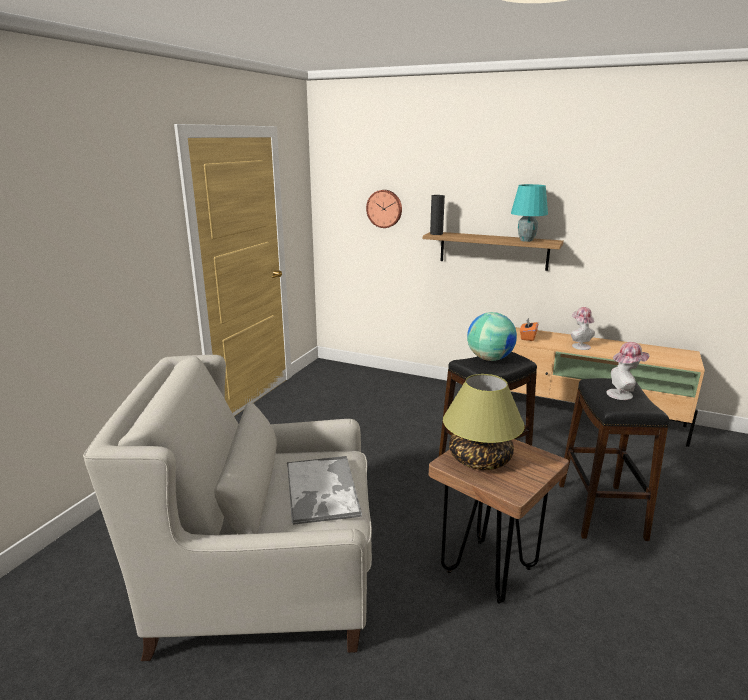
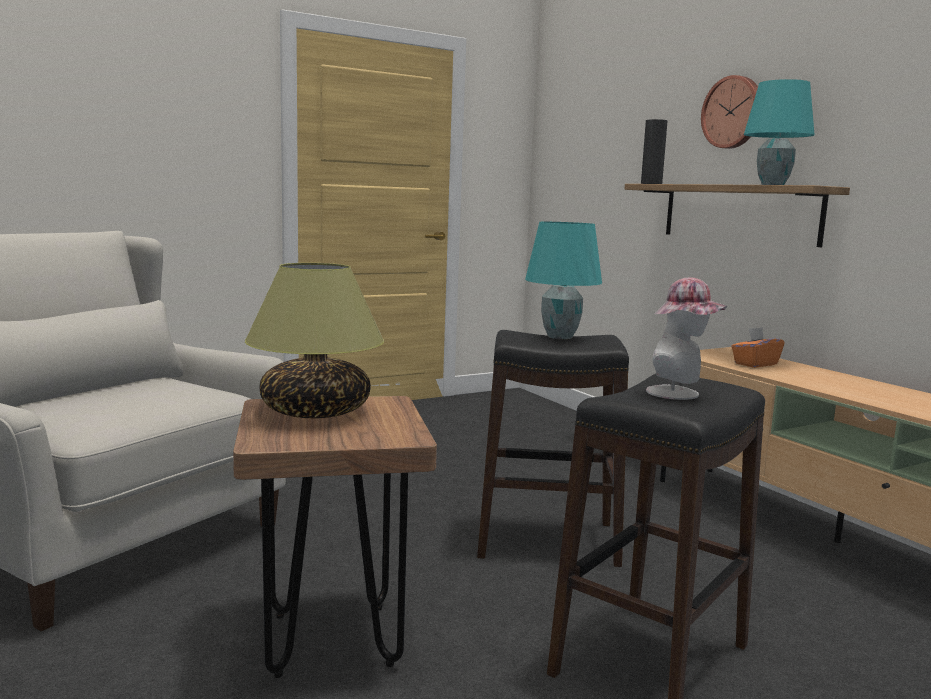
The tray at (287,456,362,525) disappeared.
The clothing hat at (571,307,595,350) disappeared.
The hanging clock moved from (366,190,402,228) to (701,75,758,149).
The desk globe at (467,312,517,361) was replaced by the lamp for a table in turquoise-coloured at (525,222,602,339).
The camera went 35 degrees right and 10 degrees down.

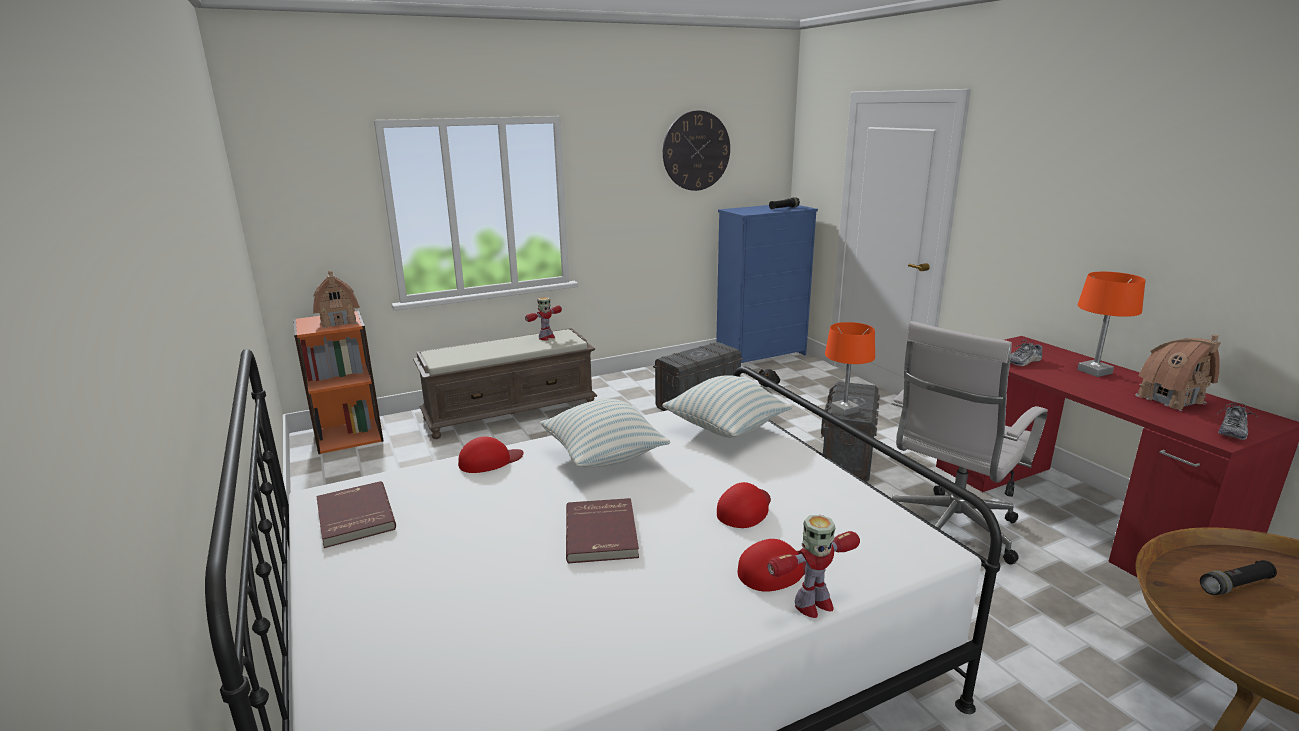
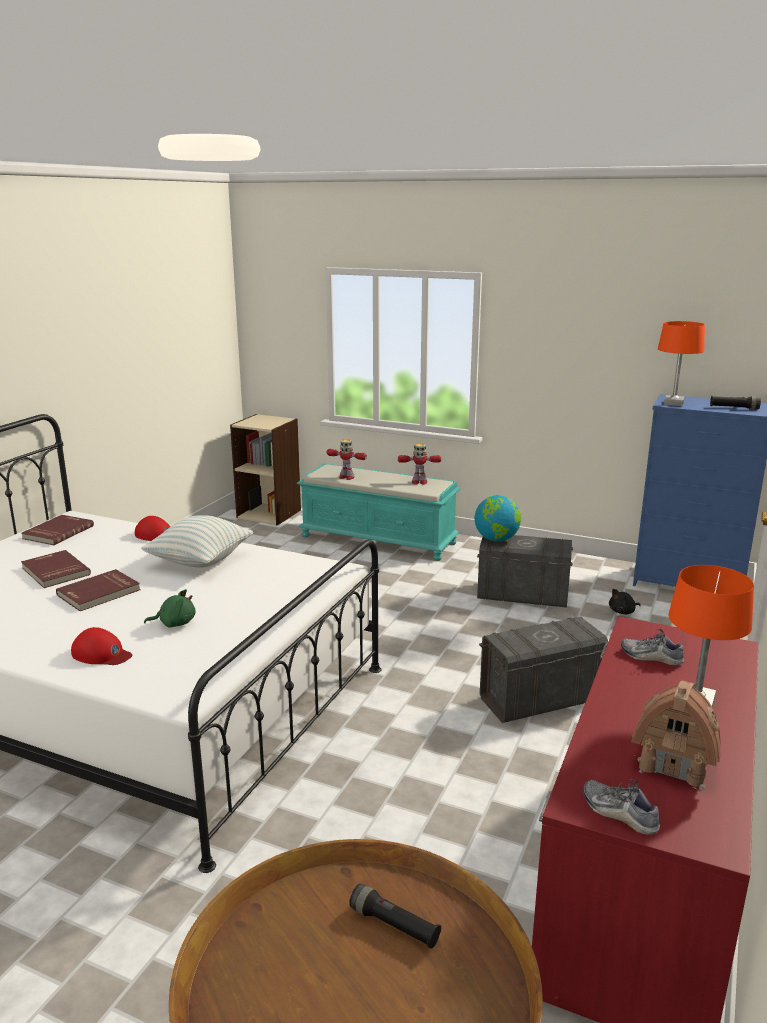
The model house at (313,271,360,329) disappeared.
The pillow at (662,375,793,438) disappeared.
The hanging clock at (663,111,730,191) disappeared.
The computer chair in whitish at (892,321,1048,564) disappeared.
The bound book in red-coloured at (21,550,91,588) appeared.
The desk globe at (475,495,521,541) appeared.
The robot figure moved from (767,515,860,618) to (327,439,367,480).
The lamp for a table in orange moved from (825,322,875,416) to (658,321,705,406).
The peaked cap in red-coloured at (717,482,771,528) was replaced by the plush toy in green at (144,589,195,628).
The bookcase in orange at (293,311,383,454) became the bookcase in sand-coloured at (230,414,301,526).
The bench in brown-coloured at (413,328,597,439) became the bench in turquoise-coloured at (297,463,461,561).
The item of footwear at (1217,403,1258,440) turned 45 degrees clockwise.
The camera went 50 degrees right and 0 degrees up.

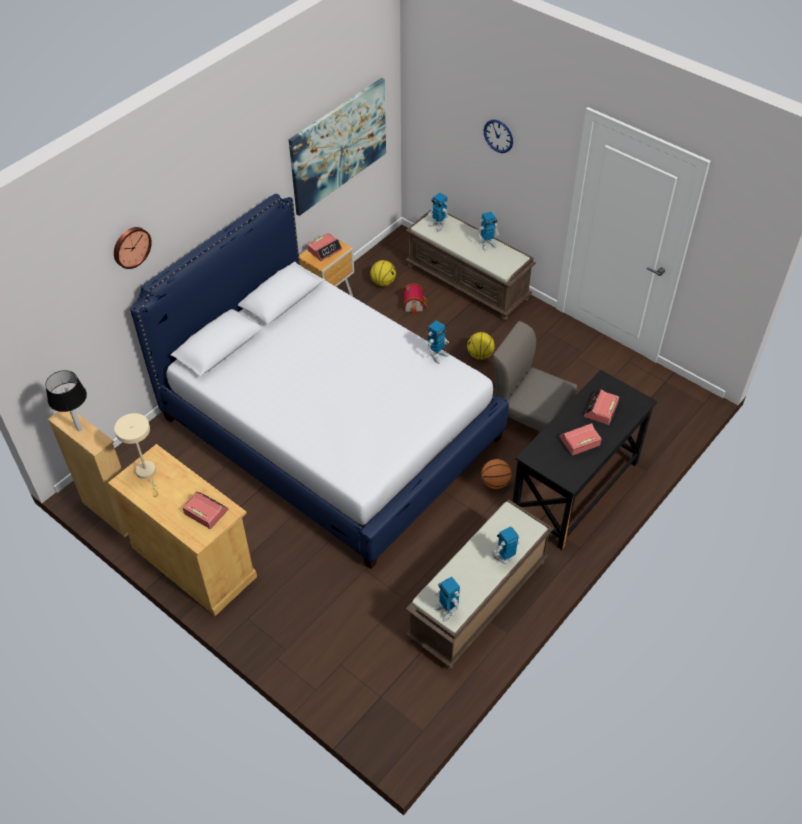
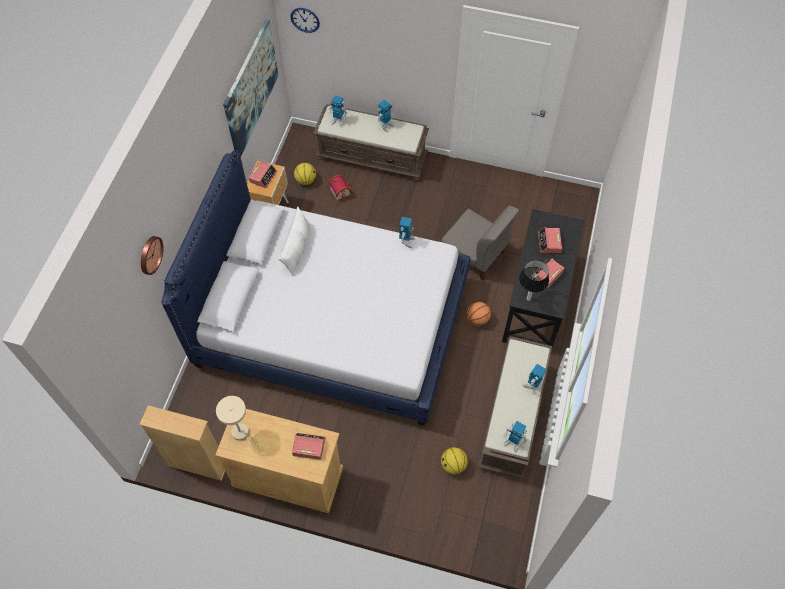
The pillow in whitish at (278,207,310,276) appeared.
The lamp for a table moved from (45,370,87,431) to (519,260,549,301).
The basketball moved from (467,332,495,360) to (441,447,468,475).
The hanging clock moved from (484,120,513,153) to (290,8,320,33).
The upright chair in gray at (493,321,577,432) turned 150 degrees counterclockwise.
The camera went 25 degrees left and 10 degrees up.

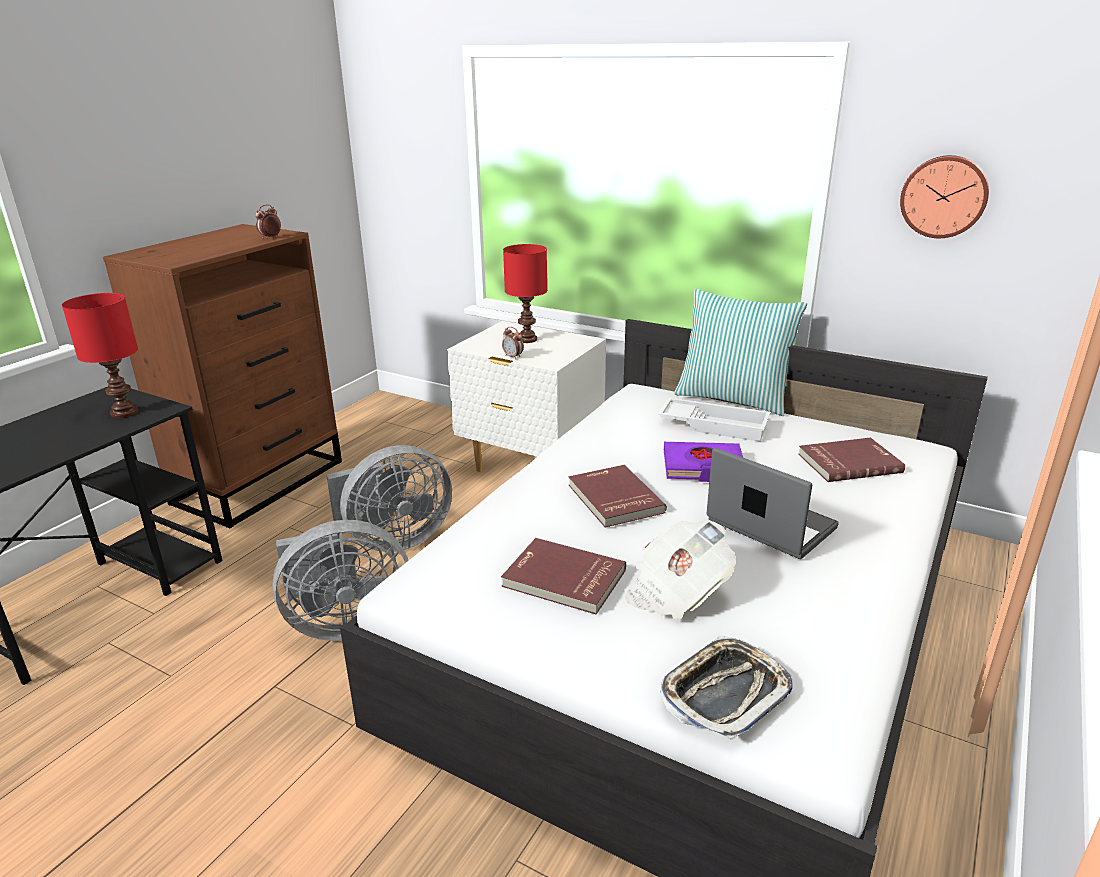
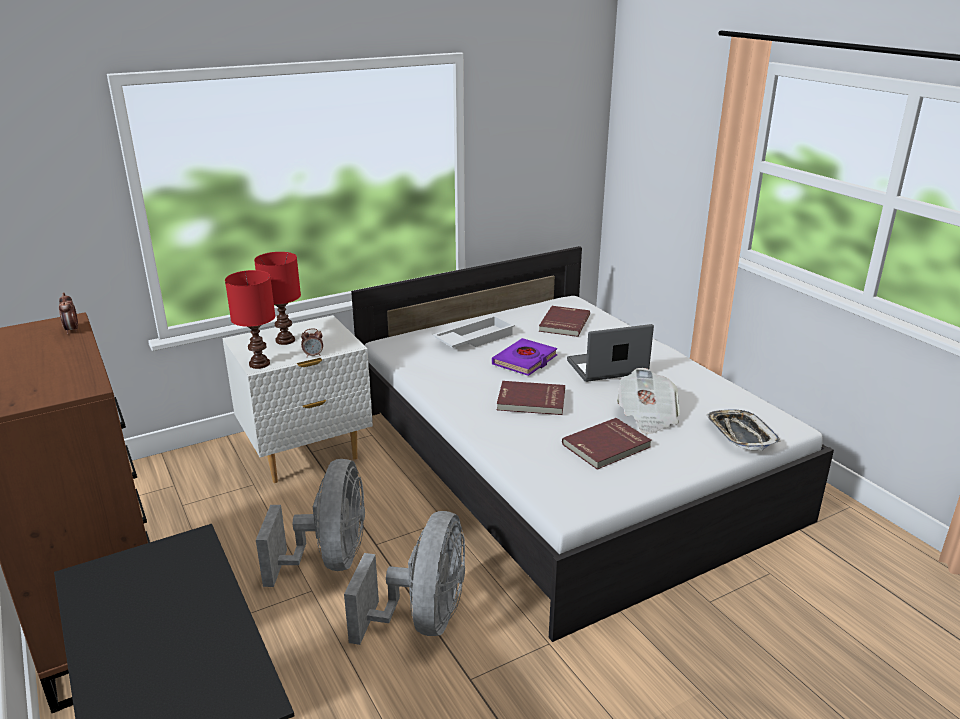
The pillow at (674,289,807,416) disappeared.
The hanging clock at (900,155,989,238) disappeared.
The lamp for a table in red-coloured moved from (62,293,138,418) to (225,270,275,369).
The camera went 60 degrees left and 0 degrees up.

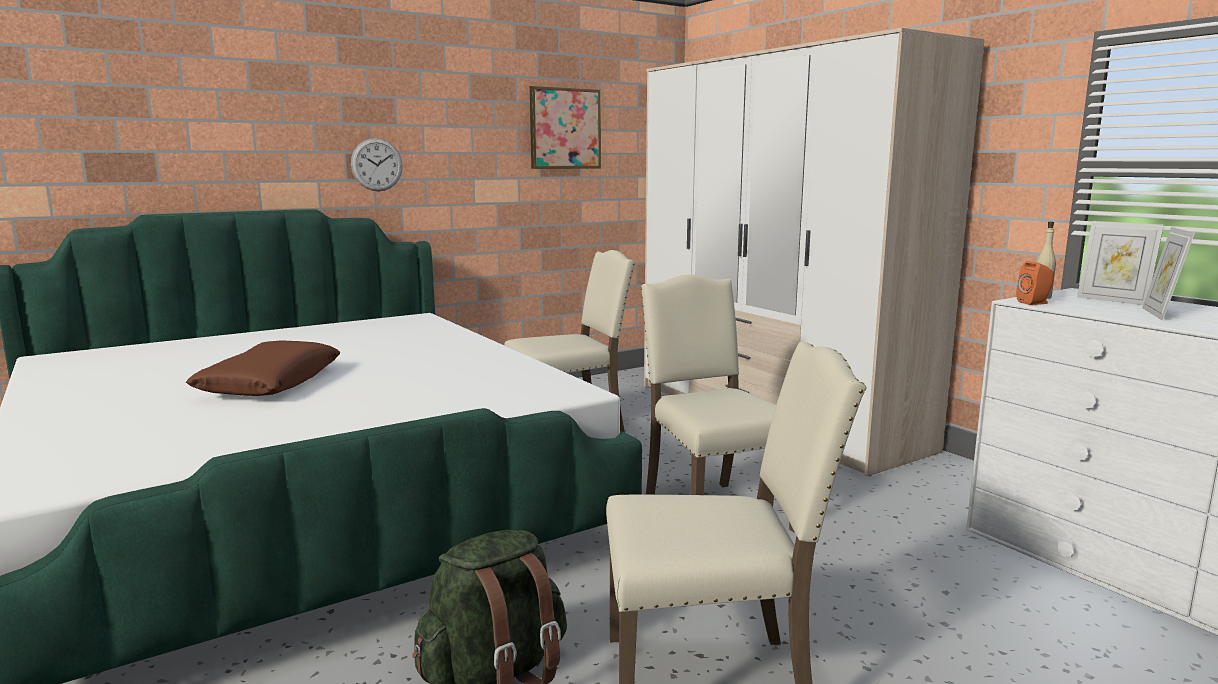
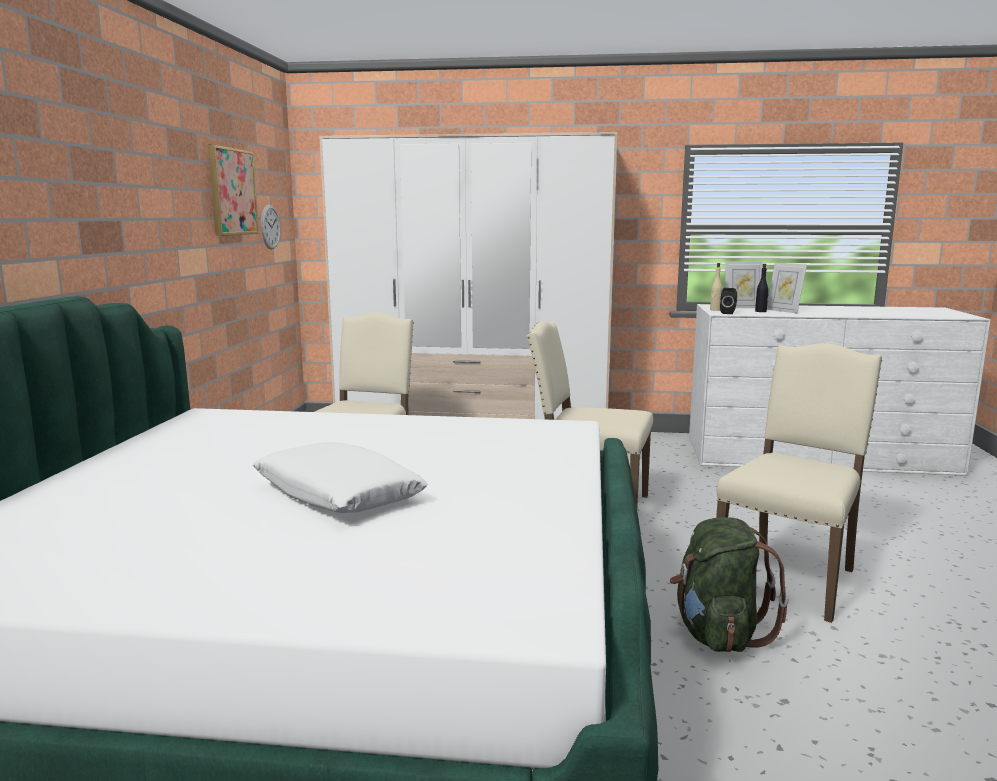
The beverage bottle in blackish at (755,264,768,312) appeared.
The hanging clock moved from (351,138,403,191) to (261,205,280,249).
The pillow in brown-coloured at (186,340,340,396) became the pillow in whitish at (253,442,428,513).
The speaker in orange at (1016,261,1054,305) became the speaker in blackish at (720,288,737,314).
The camera went 50 degrees left and 0 degrees up.

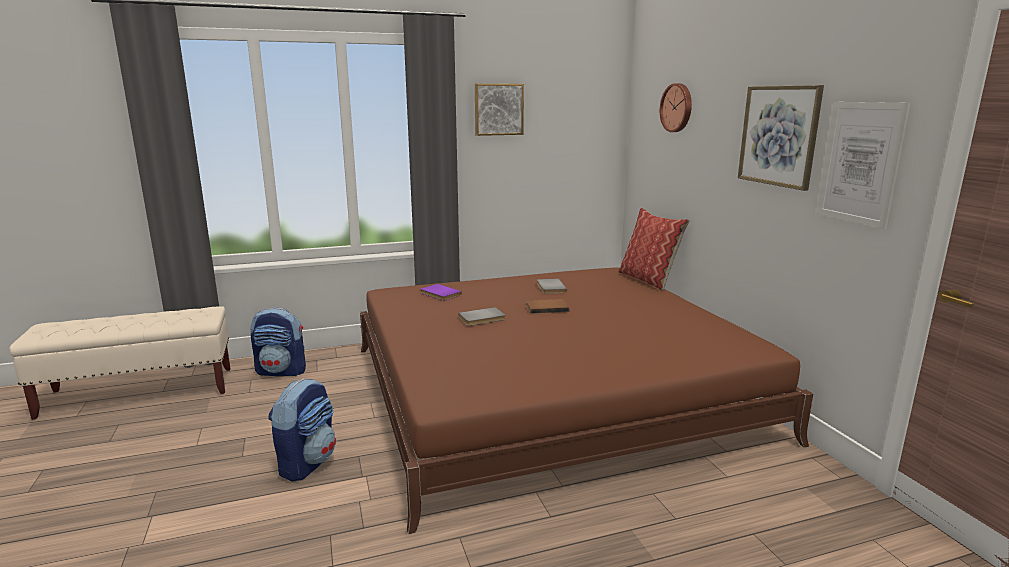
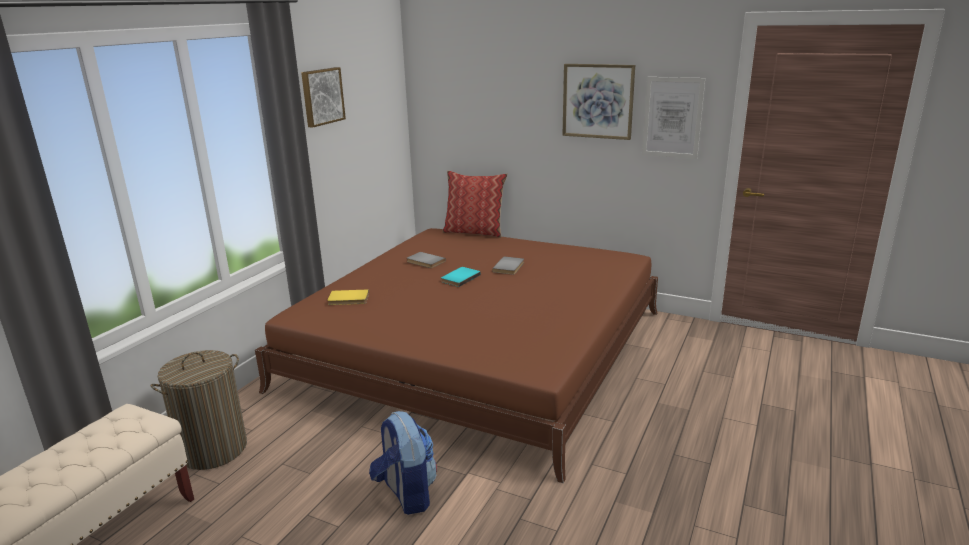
The hanging clock at (660,83,692,132) disappeared.
The bound book in gray moved from (458,307,506,326) to (492,256,524,275).
The knapsack at (251,308,306,376) was replaced by the washing basket at (151,350,247,470).
The bound book in purplish at (421,284,462,301) became the bound book in yellow-coloured at (327,289,369,305).
The bound book in brown-coloured at (526,299,570,314) became the bound book in turquoise-coloured at (441,267,481,287).
The camera went 45 degrees left and 5 degrees up.

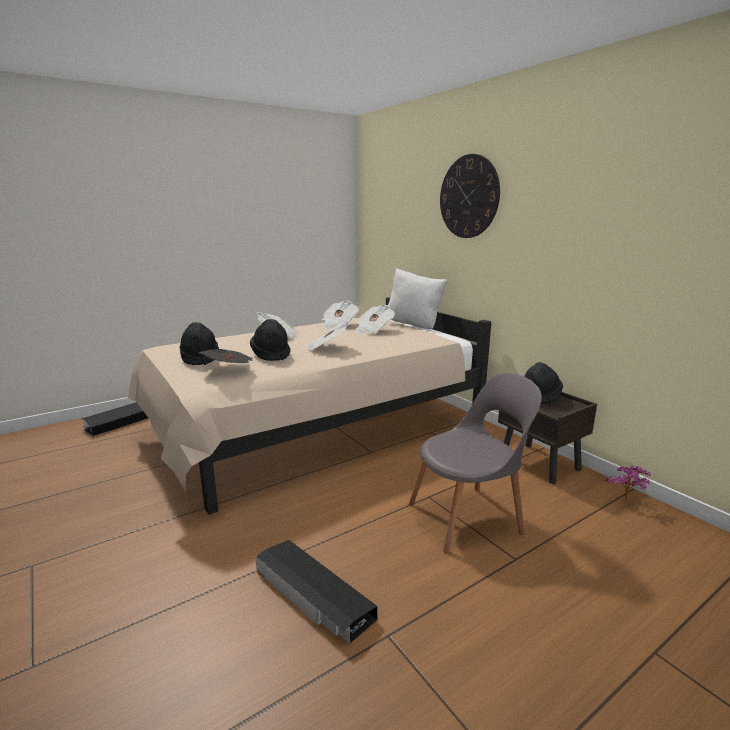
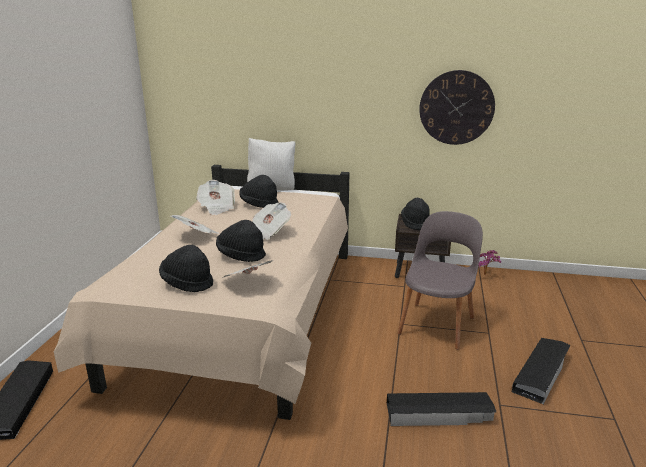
The storage box in blackish at (512,338,571,405) appeared.
The hanging clock moved from (440,154,500,238) to (419,70,495,145).
The newspaper at (354,305,395,334) was replaced by the clothing hat in blackish at (239,175,279,208).
The camera went 45 degrees left and 5 degrees up.

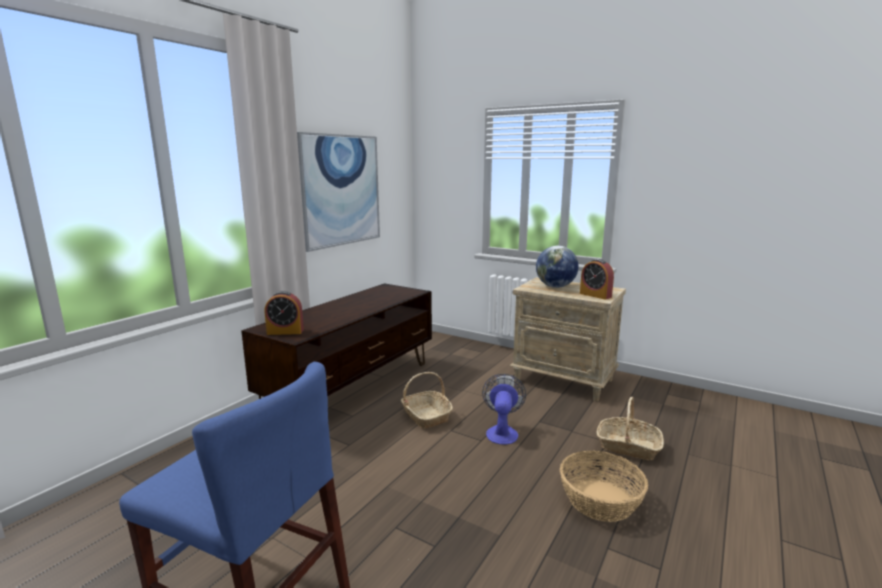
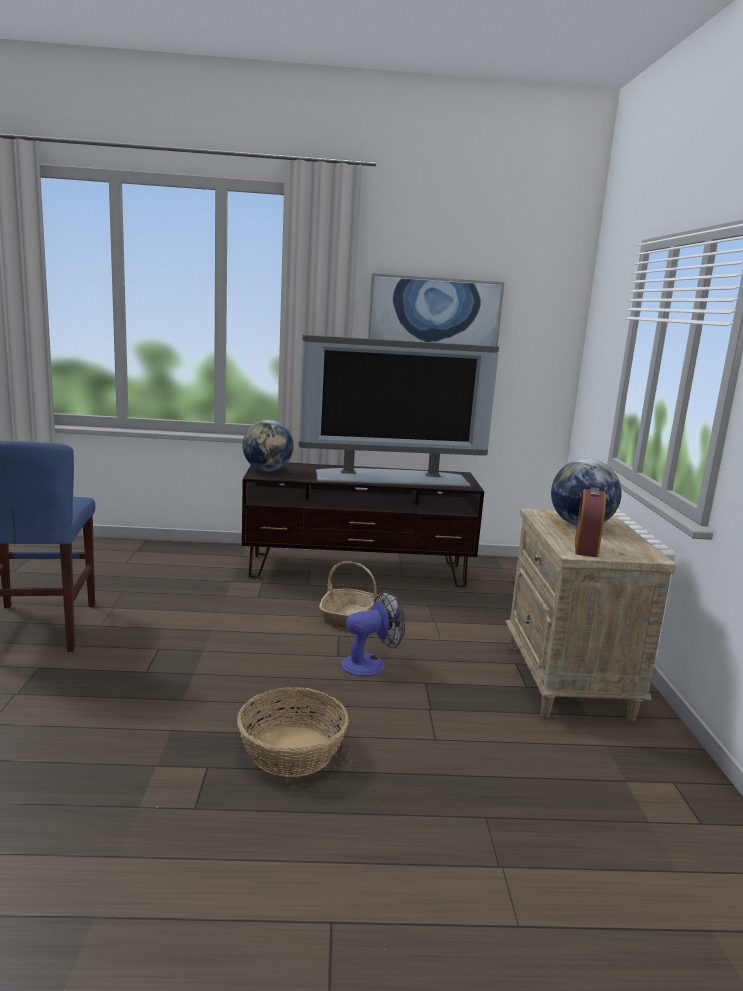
The household basket at (597,397,664,460) disappeared.
The television at (298,335,499,487) appeared.
The bedside clock at (265,291,304,335) was replaced by the desk globe at (243,420,294,471).
The camera went 55 degrees right and 0 degrees up.

